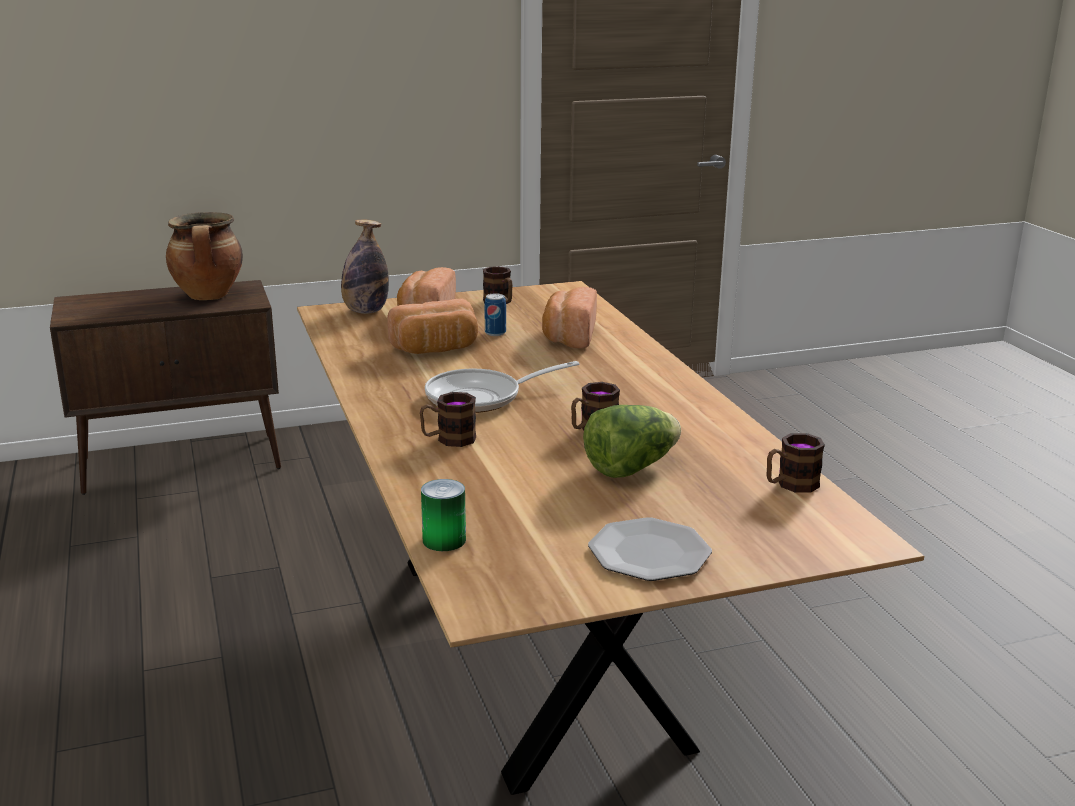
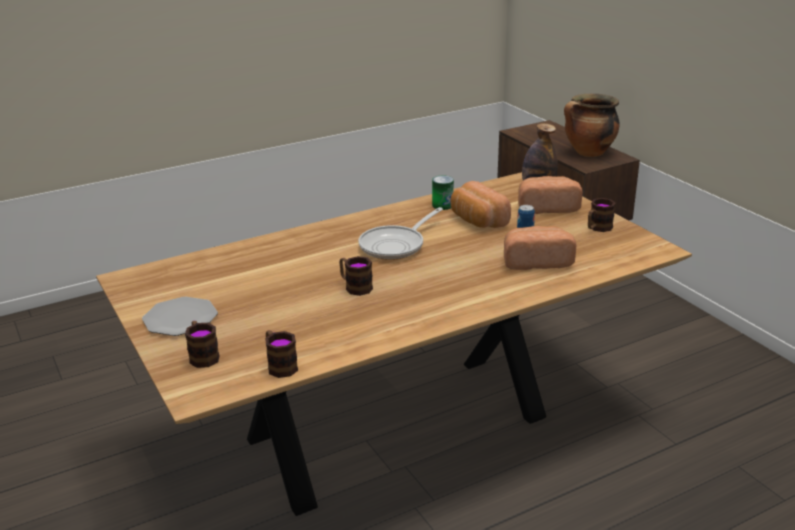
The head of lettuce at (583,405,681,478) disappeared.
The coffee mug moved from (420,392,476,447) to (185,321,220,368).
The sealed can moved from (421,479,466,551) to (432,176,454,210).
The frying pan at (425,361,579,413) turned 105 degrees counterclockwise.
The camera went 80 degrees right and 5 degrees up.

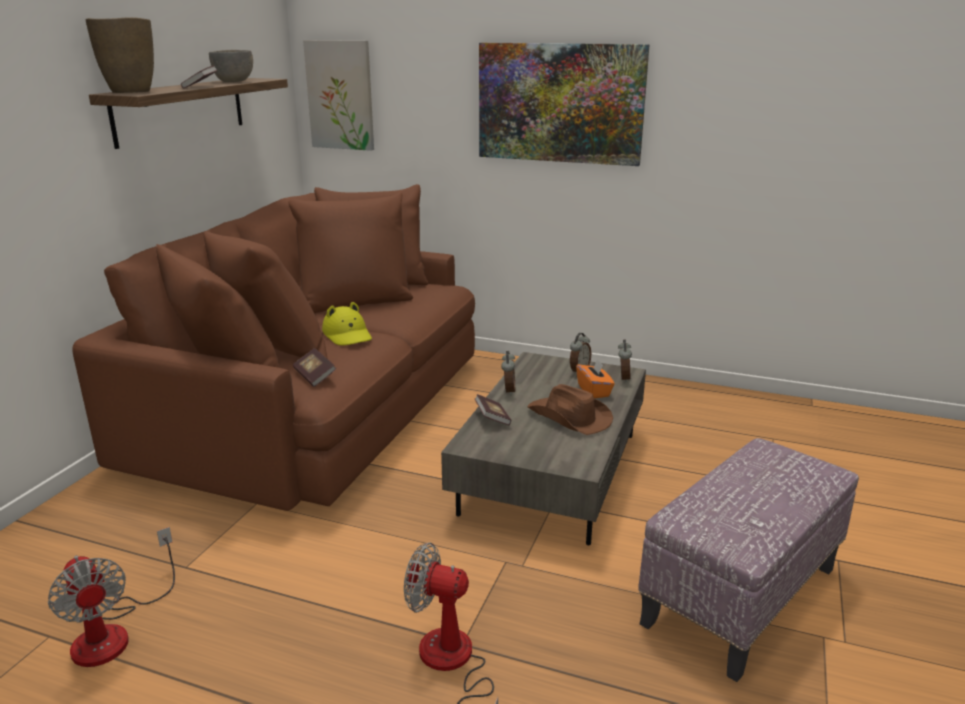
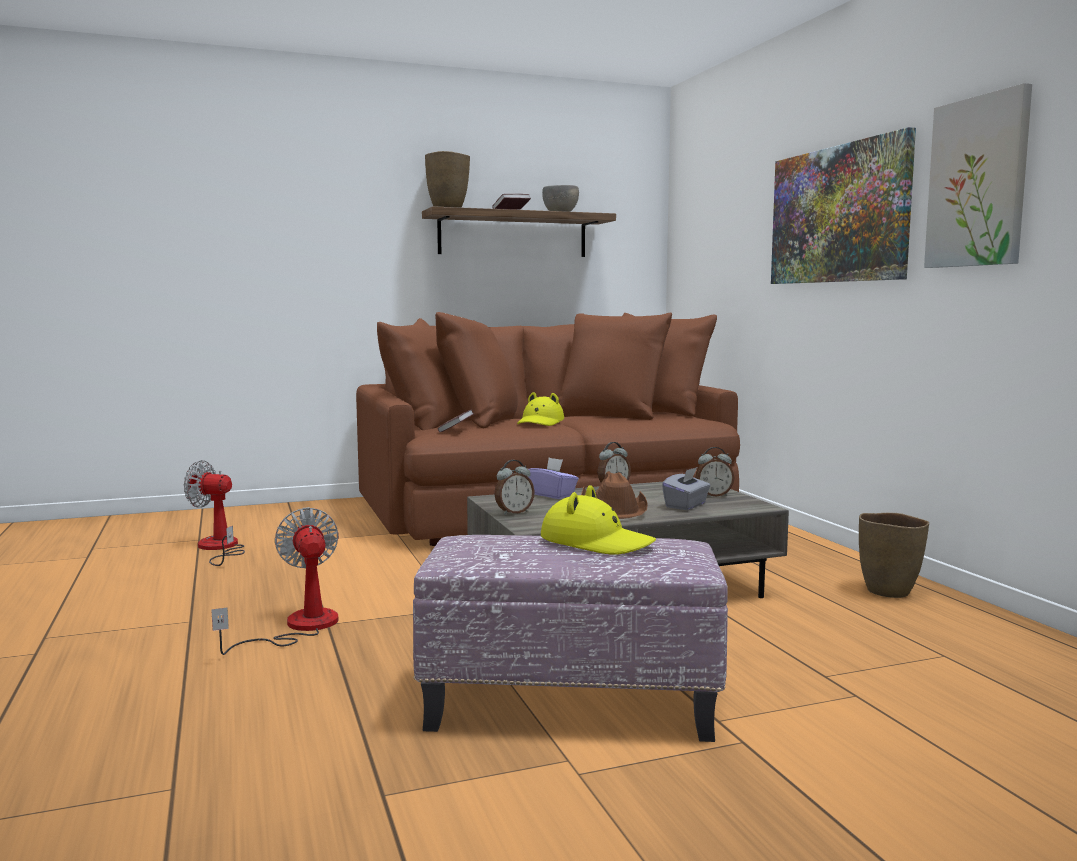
The clothing hat in yellow-coloured at (541,485,656,555) appeared.
The decorative vase in brown-coloured at (859,512,929,598) appeared.
The wall picture moved from (303,40,374,151) to (924,83,1032,268).
The bedside clock moved from (618,340,632,383) to (494,460,535,515).
The bound book at (475,394,511,425) was replaced by the tissue box in purplish at (527,457,579,499).
The tissue box in orange at (576,358,615,398) became the tissue box in gray at (662,467,711,510).
The cooling fan at (48,527,175,667) turned 90 degrees clockwise.
The camera went 50 degrees right and 15 degrees down.

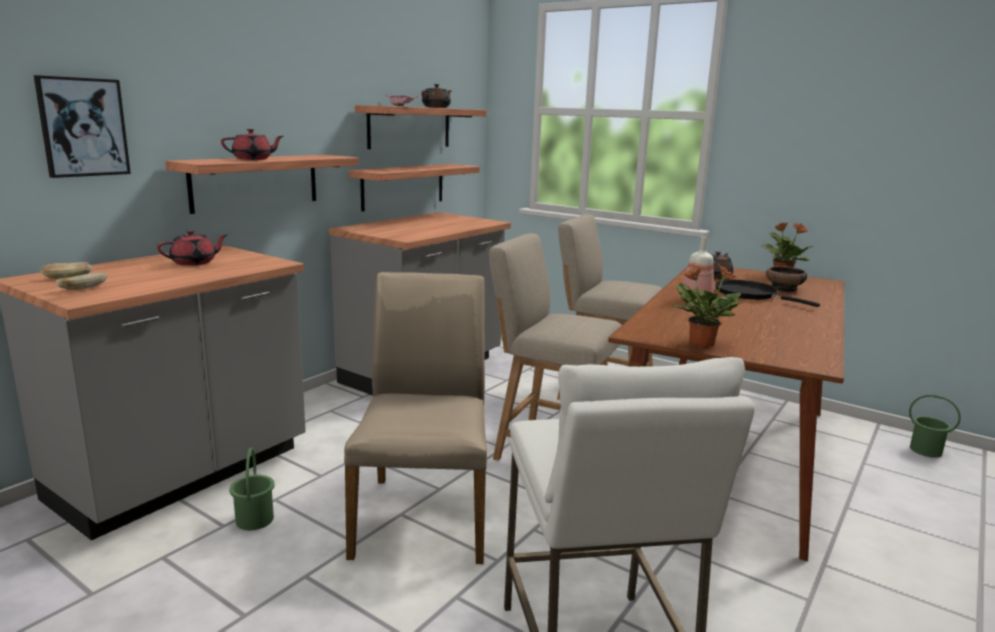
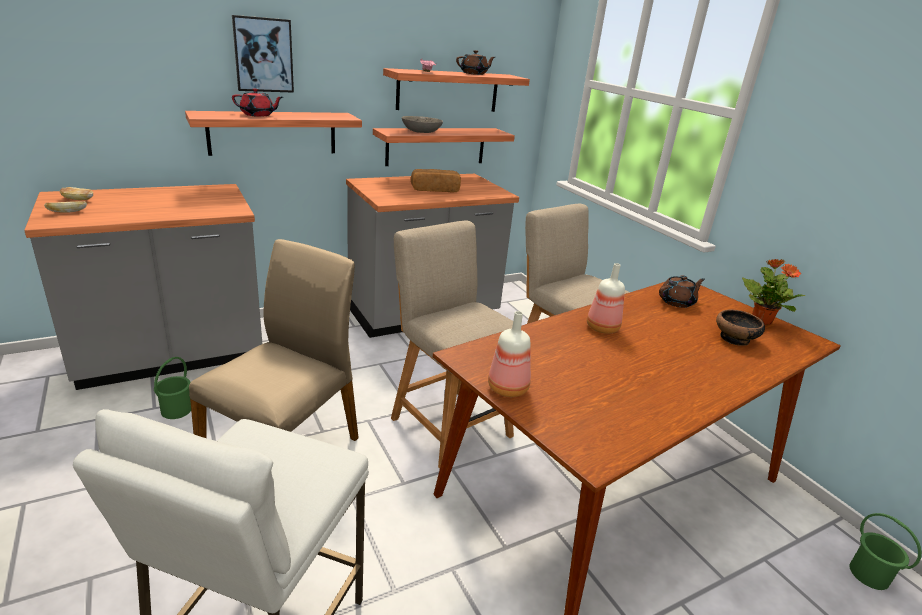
The pot for tea in red-coloured at (157,230,228,266) disappeared.
The frying pan in blackish at (715,280,820,307) disappeared.
The bowl in gray at (402,116,443,133) appeared.
The bakery bread at (411,169,461,192) appeared.
The wall picture moved from (34,75,131,178) to (232,15,294,93).
The plant in a pot at (672,265,743,348) was replaced by the beverage bottle at (488,311,531,397).
The camera went 25 degrees right and 10 degrees up.

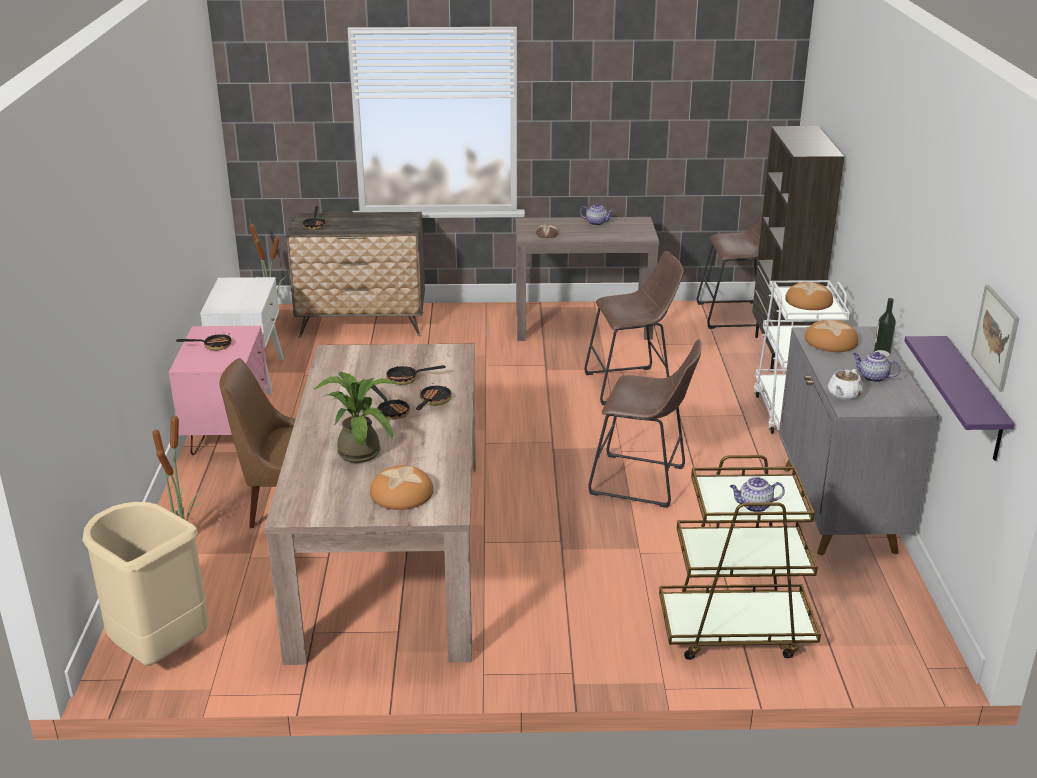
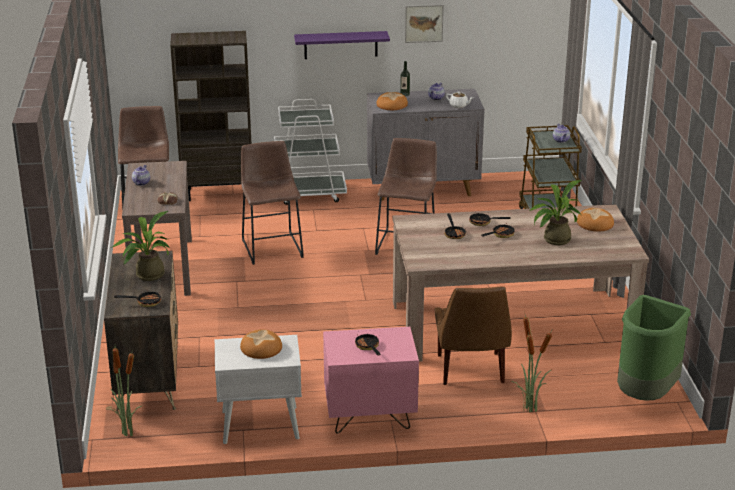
The plant in a pot at (110,211,170,281) appeared.
The bakery bread moved from (785,282,833,310) to (240,329,282,359).
The shelf in purplish moved from (904,336,1015,461) to (294,31,390,59).
The wall picture moved from (971,285,1020,391) to (405,4,444,43).
The trash can in sand-coloured at (82,502,209,666) became the trash can in green at (617,295,691,400).
The camera went 95 degrees left and 0 degrees up.

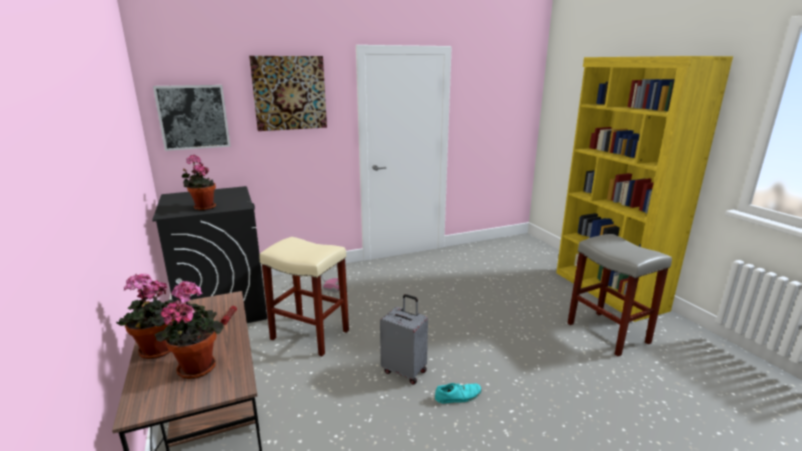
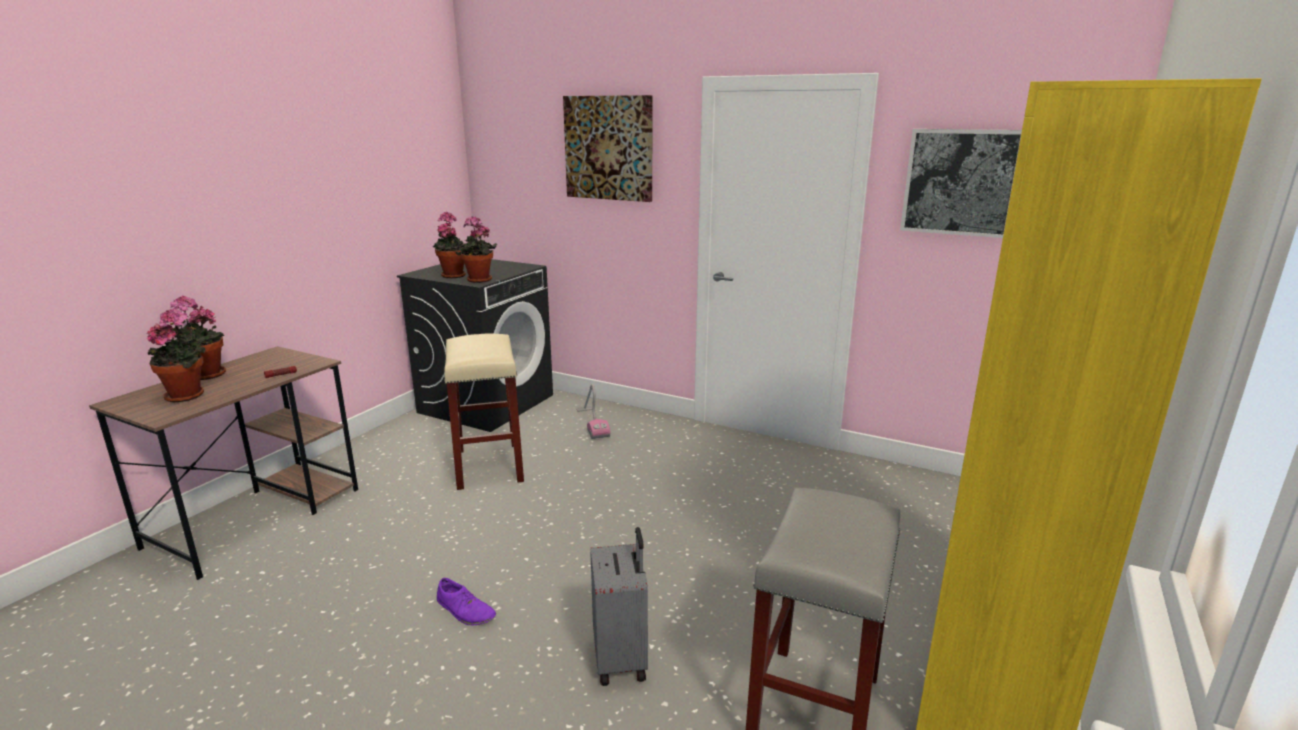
The plant in a pot at (455,216,497,283) appeared.
The wall picture moved from (153,85,231,151) to (900,129,1022,238).
The suitcase in gray moved from (380,294,428,385) to (590,527,648,686).
The item of footwear in turquoise-coloured at (435,383,482,404) became the item of footwear in purplish at (437,578,496,625).
The camera went 50 degrees right and 0 degrees up.

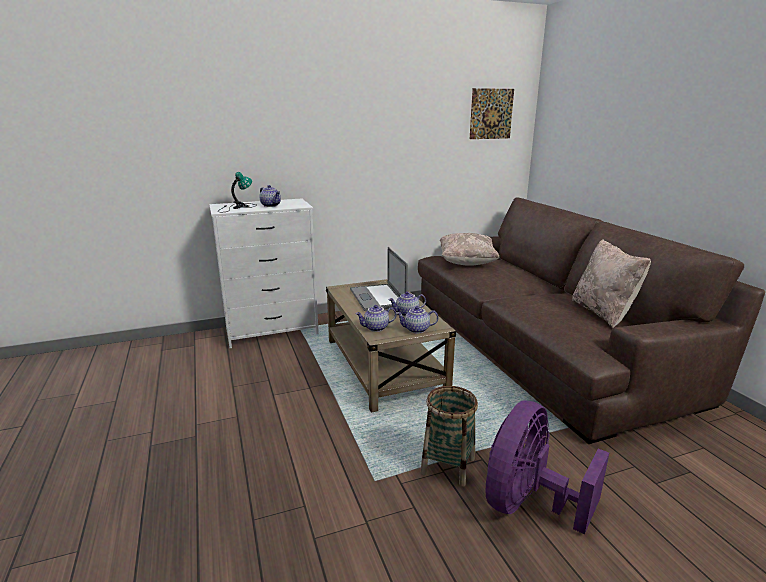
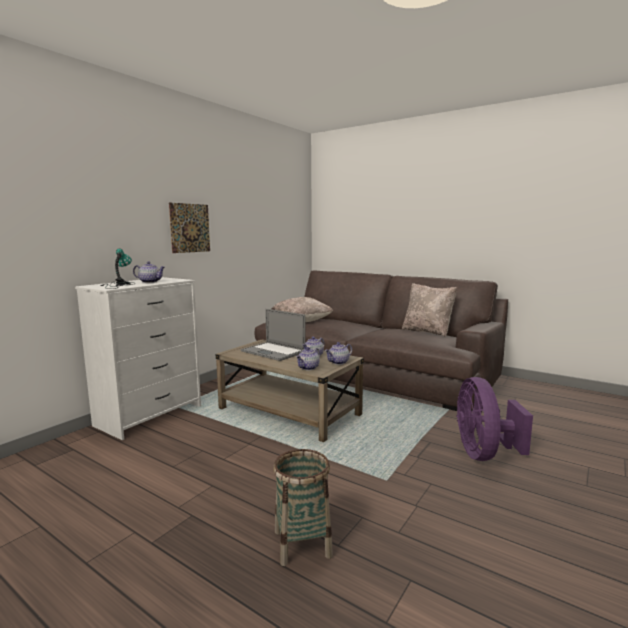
The household basket moved from (421,386,478,487) to (274,449,333,566).
The wall picture moved from (470,88,514,139) to (169,203,210,253).
The camera went 35 degrees left and 10 degrees down.

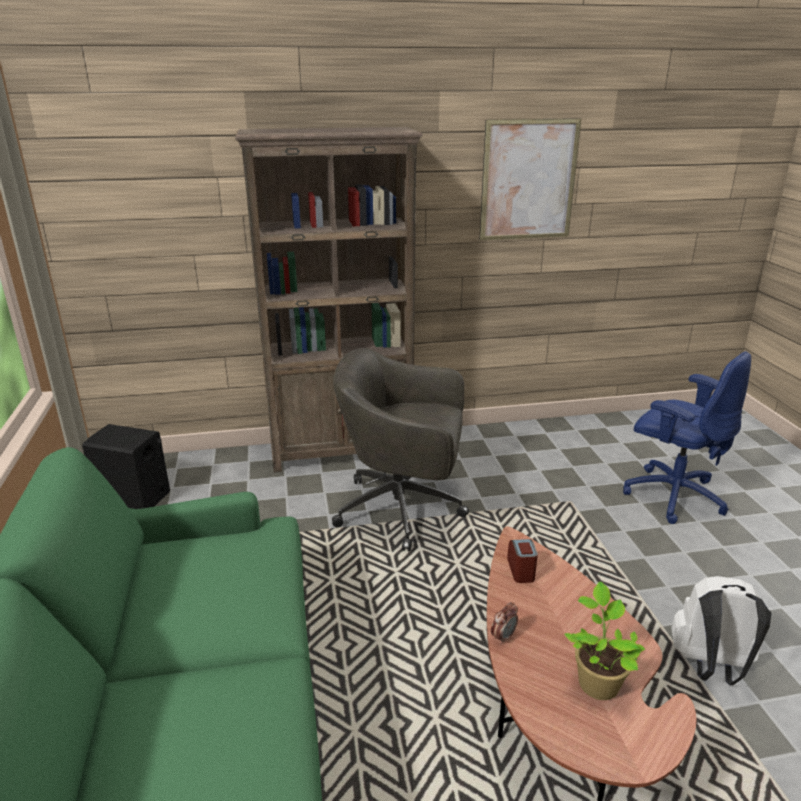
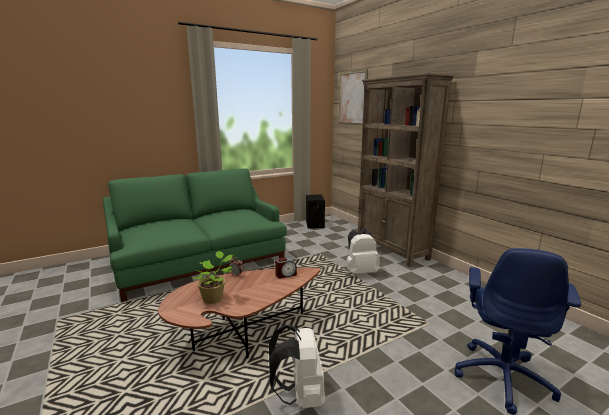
The wall picture moved from (479,118,581,240) to (339,69,368,125).
The computer chair in gray at (332,348,469,552) was replaced by the knapsack in whitish at (346,229,380,274).
The camera went 70 degrees right and 10 degrees down.

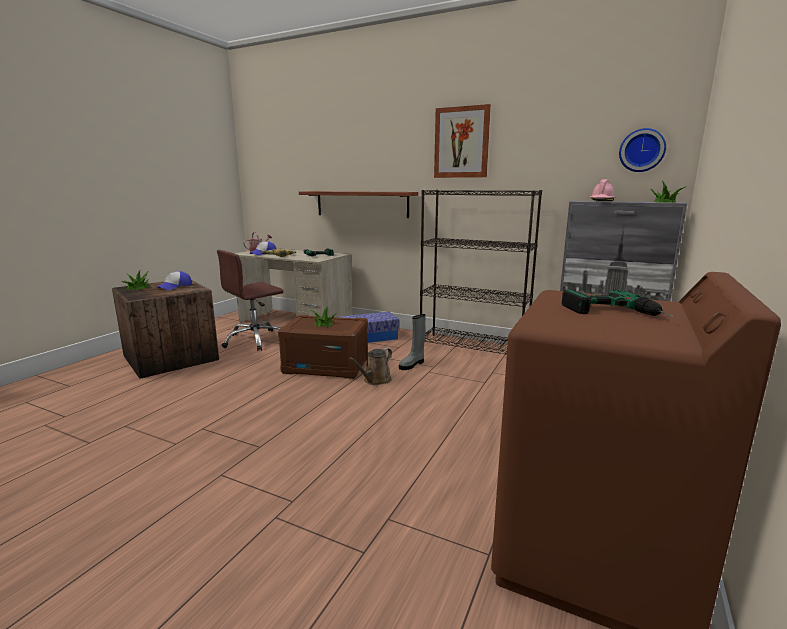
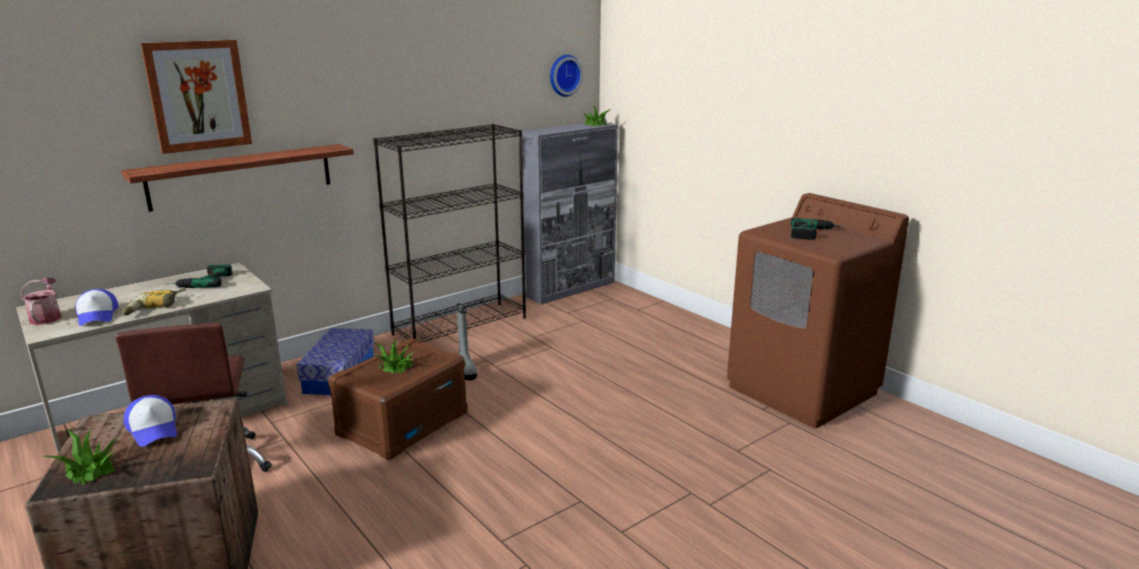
The watering can in brown-coloured at (349,348,392,385) disappeared.
The safety helmet in pink-coloured at (589,179,616,201) disappeared.
The wall picture moved from (434,104,491,178) to (141,40,252,154).
The camera went 65 degrees left and 5 degrees up.

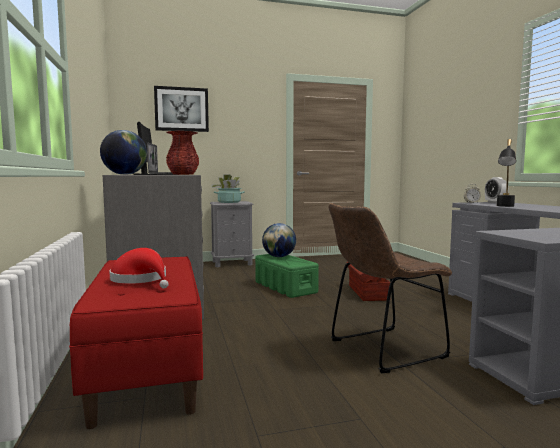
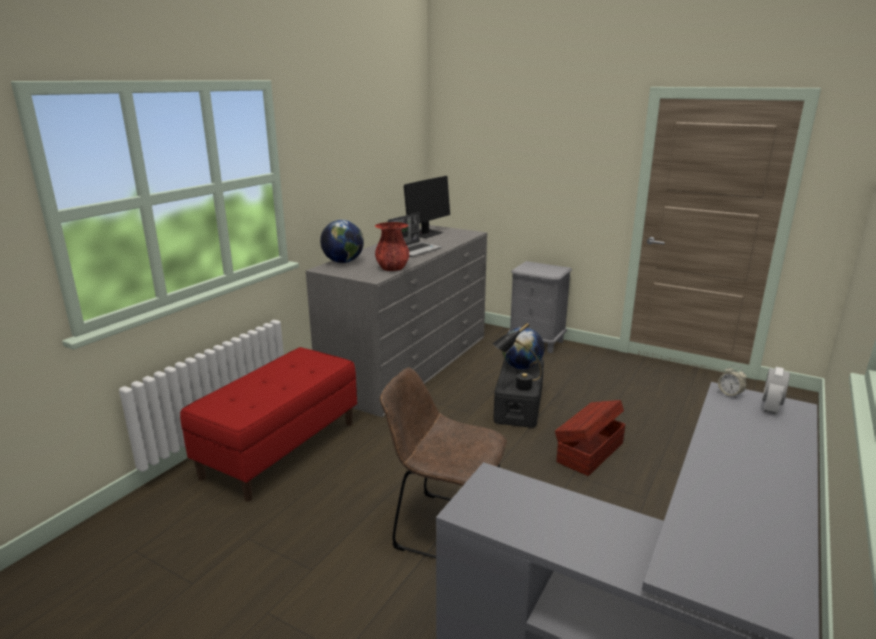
The clothing hat in red-coloured at (109,248,169,288) disappeared.
The wall picture at (154,86,209,132) disappeared.
The plant in a pot at (212,175,245,203) disappeared.
The lamp for a table in blackish moved from (497,139,516,207) to (492,323,542,390).
The storage box in green at (255,254,319,298) became the storage box in blackish at (493,359,544,428).
The camera went 45 degrees right and 15 degrees up.

